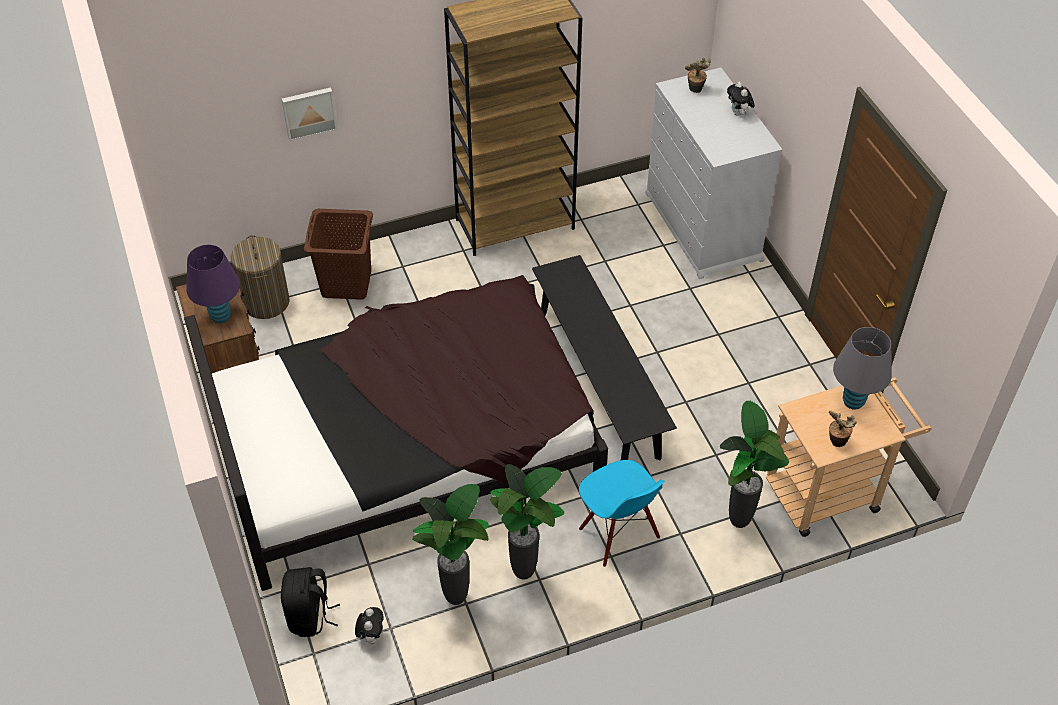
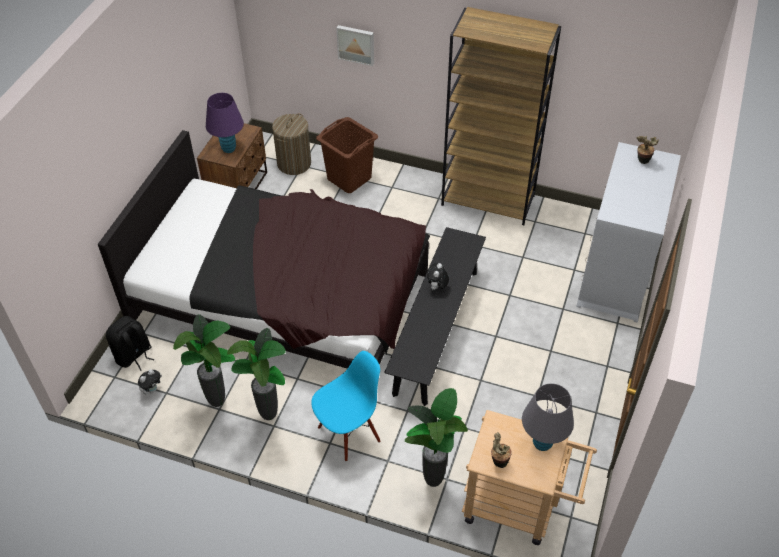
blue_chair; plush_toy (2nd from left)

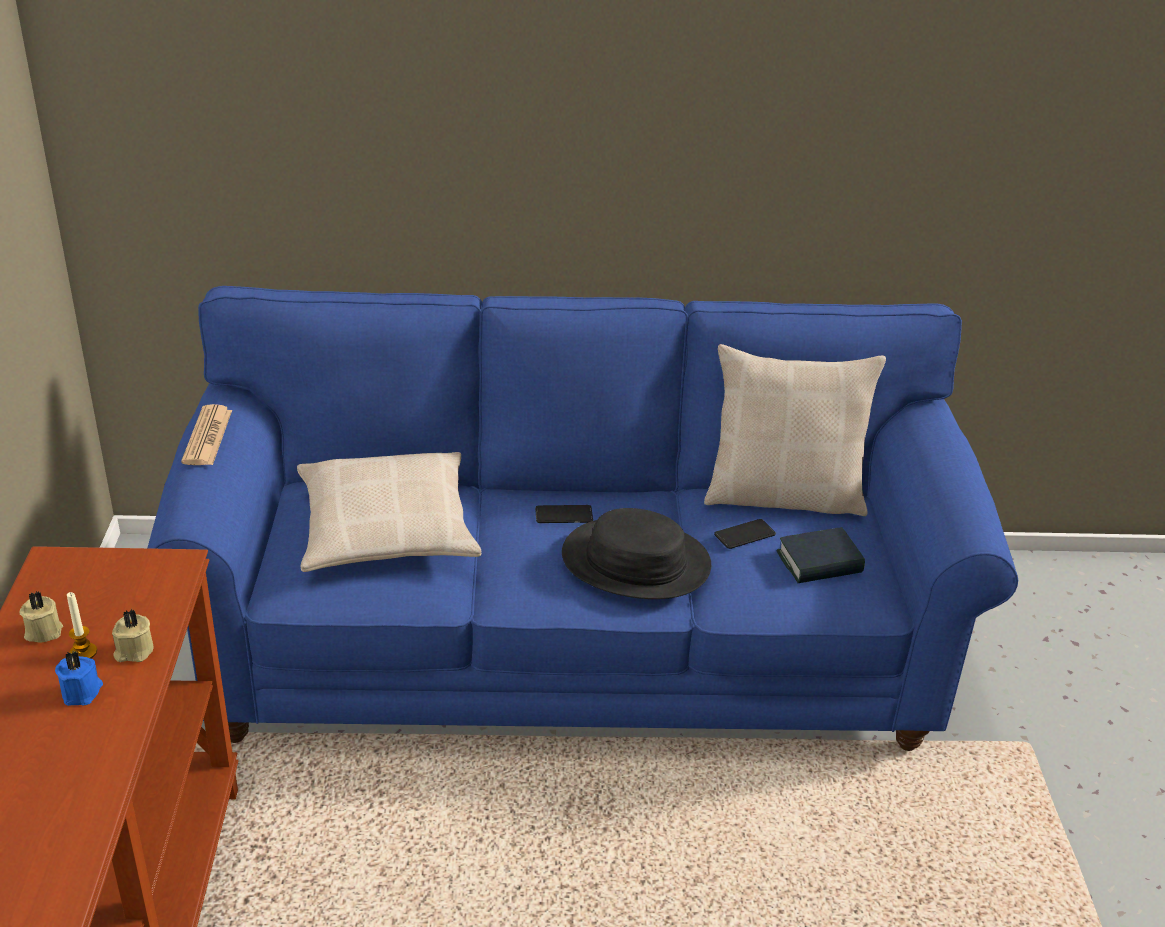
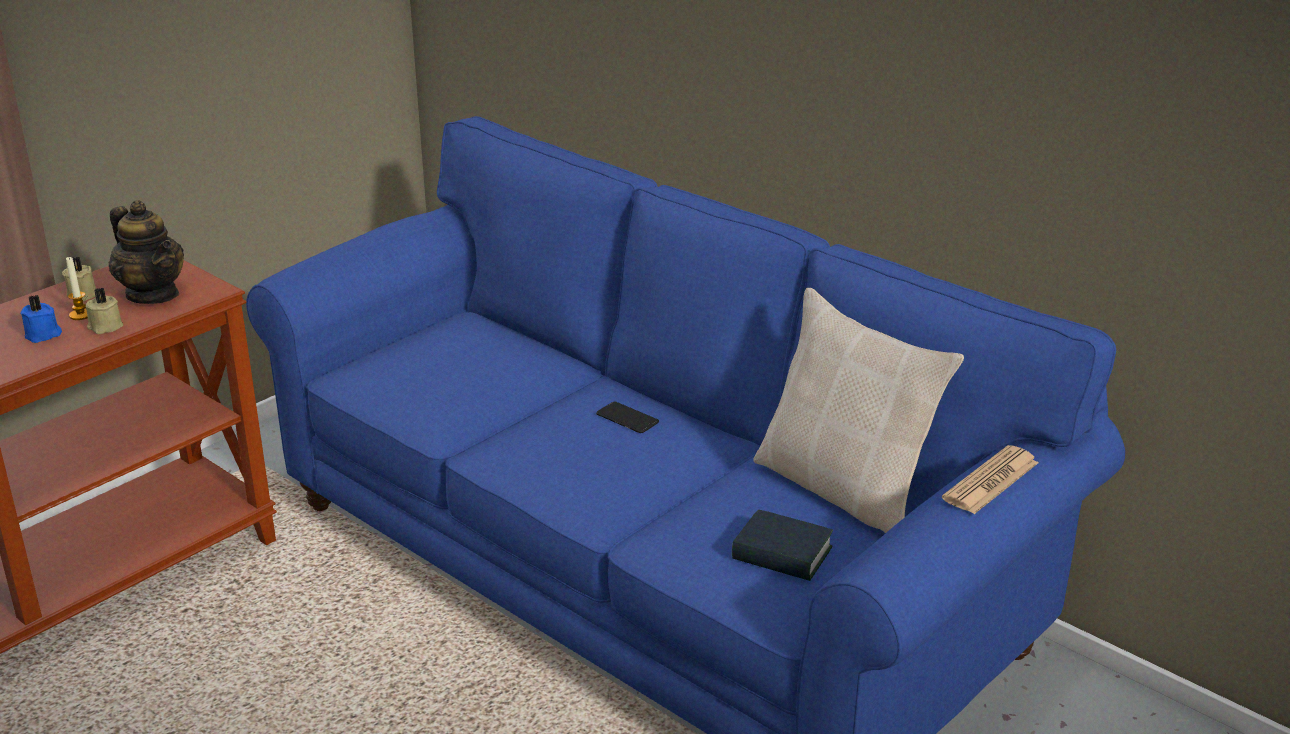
newspaper; beige_pillow (1st from left in the first image); black_hat; phone (2nd from left in the first image); teapot

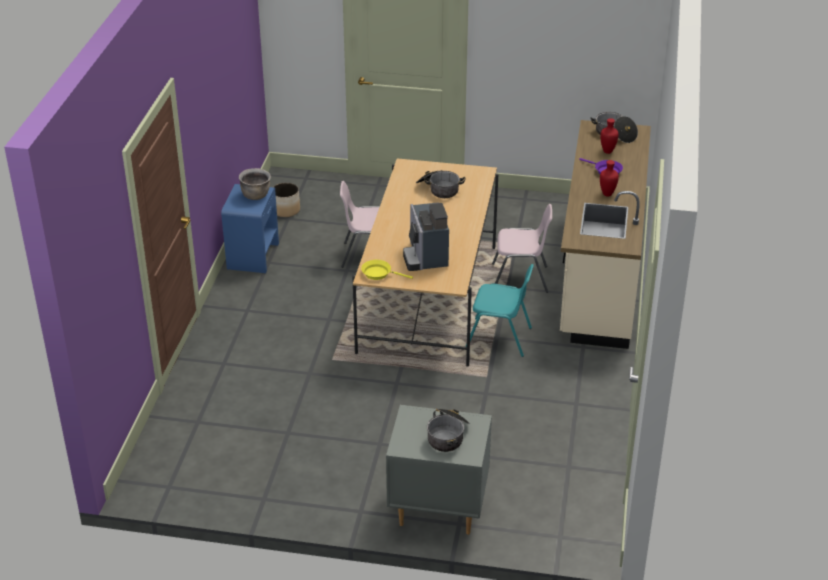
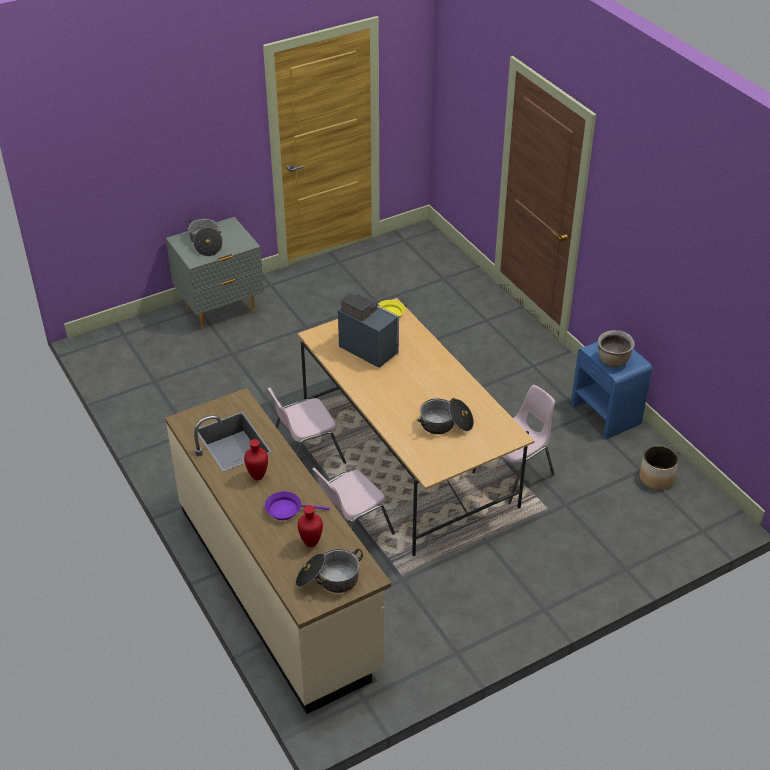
pink_chair (1st from left)

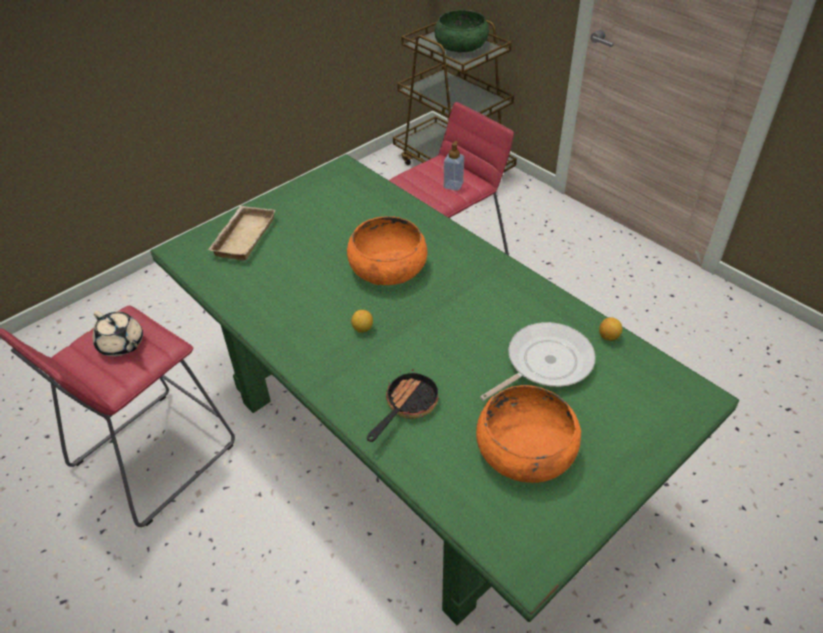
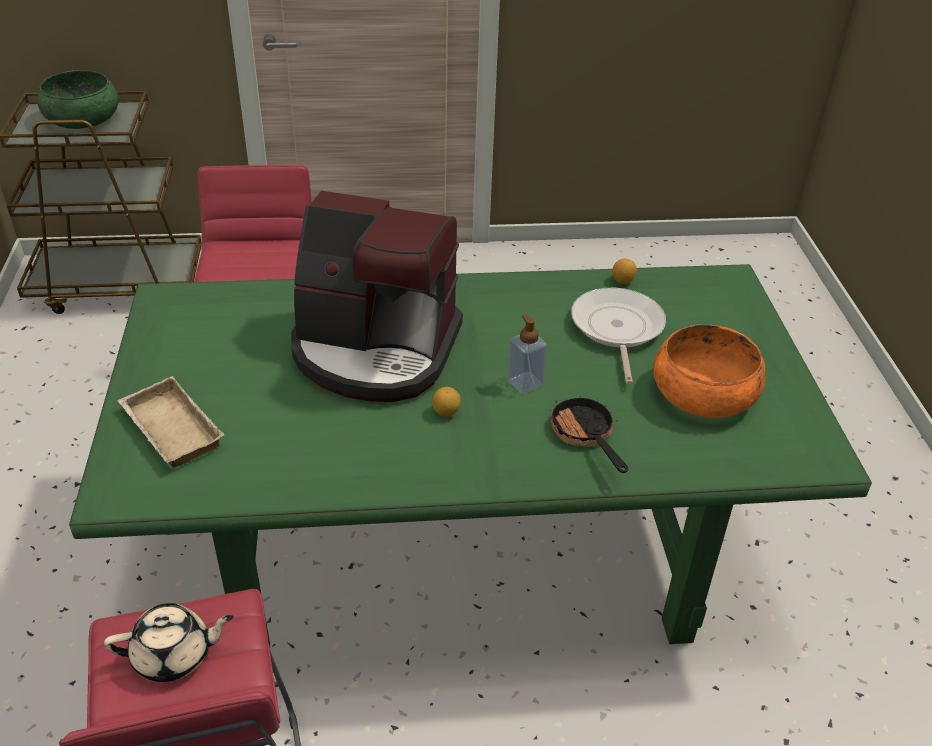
coffee_machine; soap_dispenser

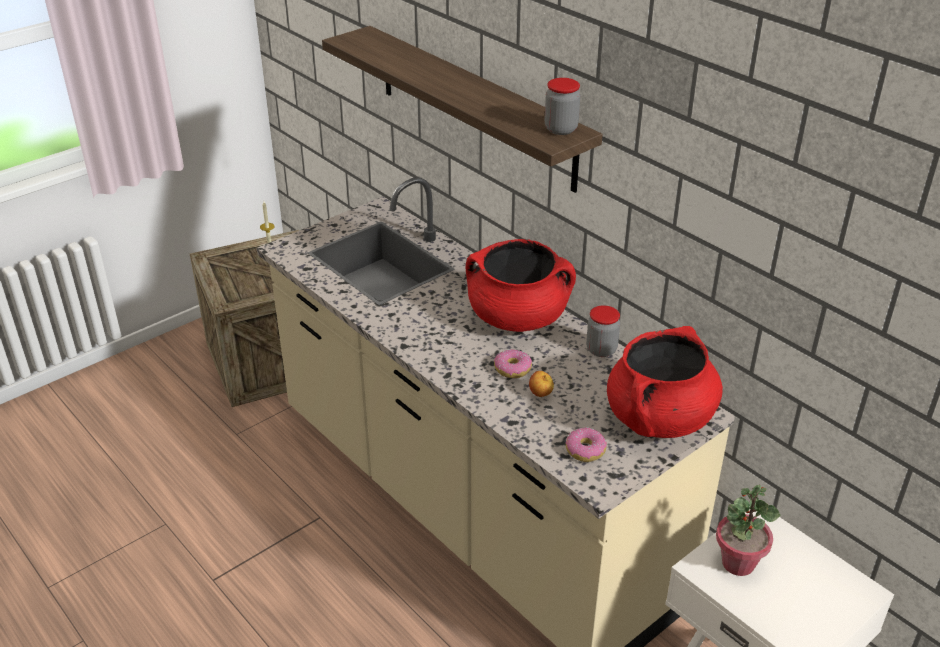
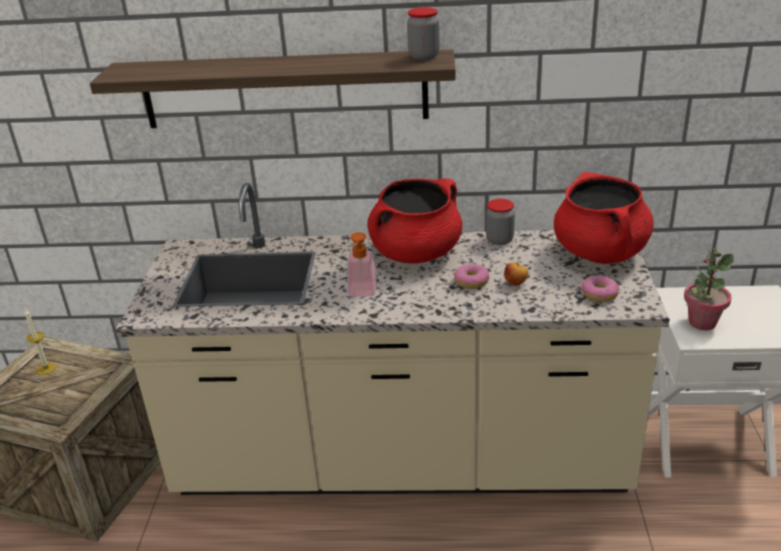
soap_dispenser

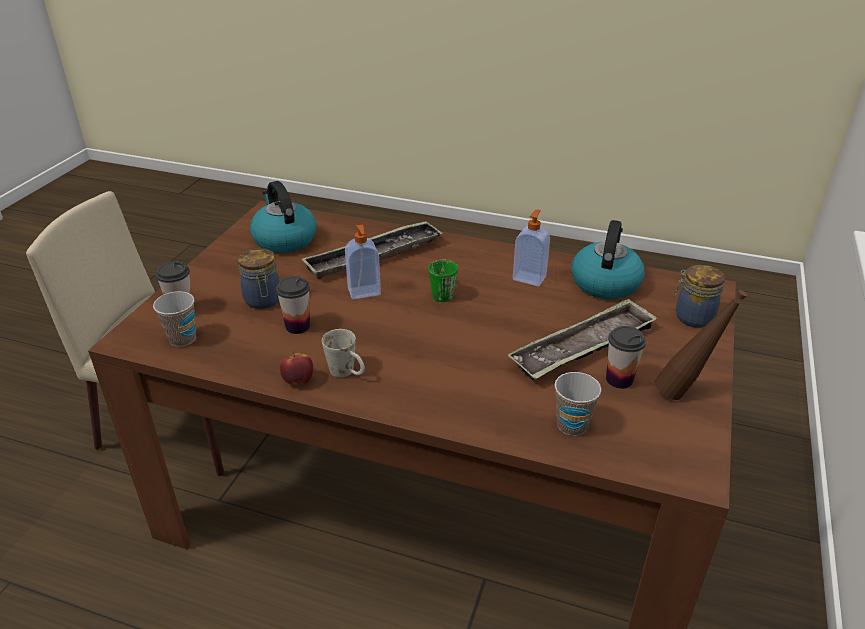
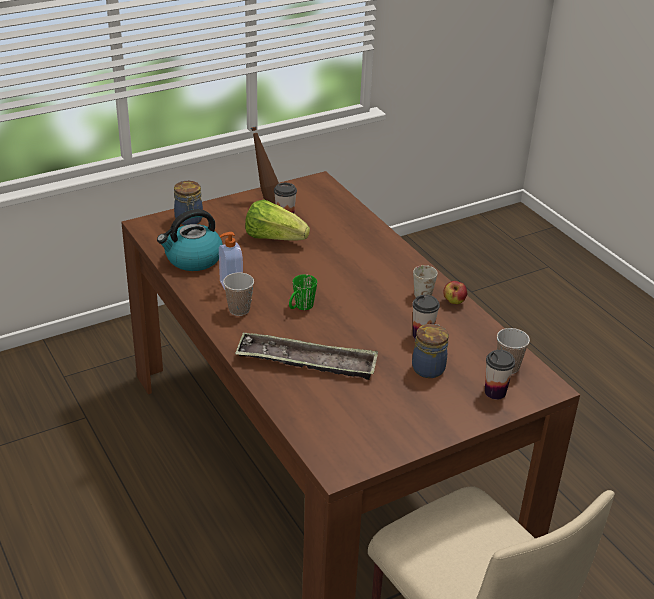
kettle (1st from left in the first image); soap_dispenser (1st from left in the first image); lettuce; cup (1st from left)

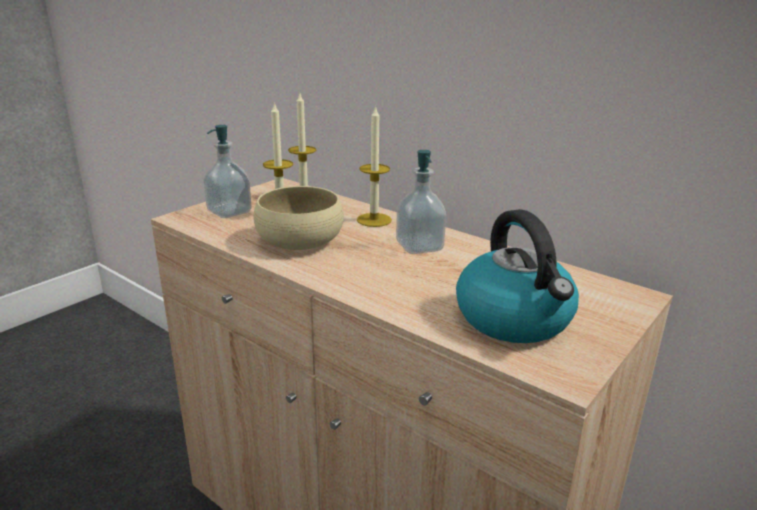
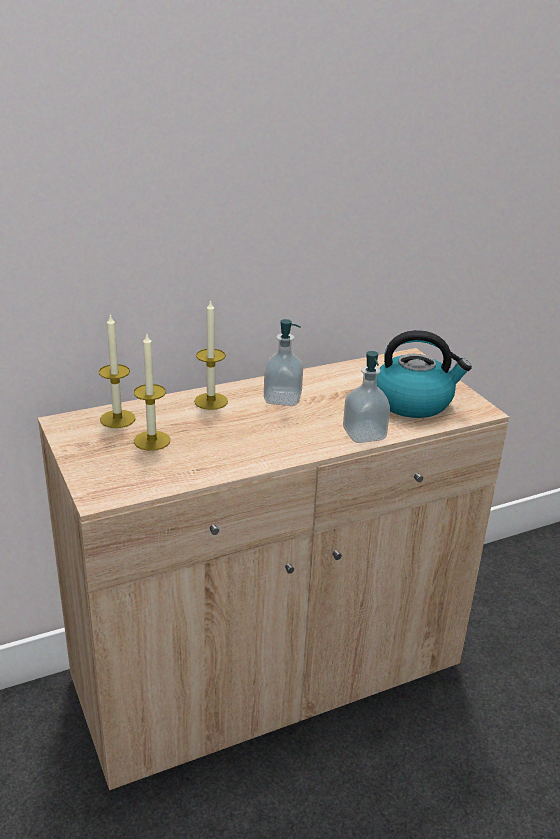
soap_dispenser (2nd from left); beige_bowl

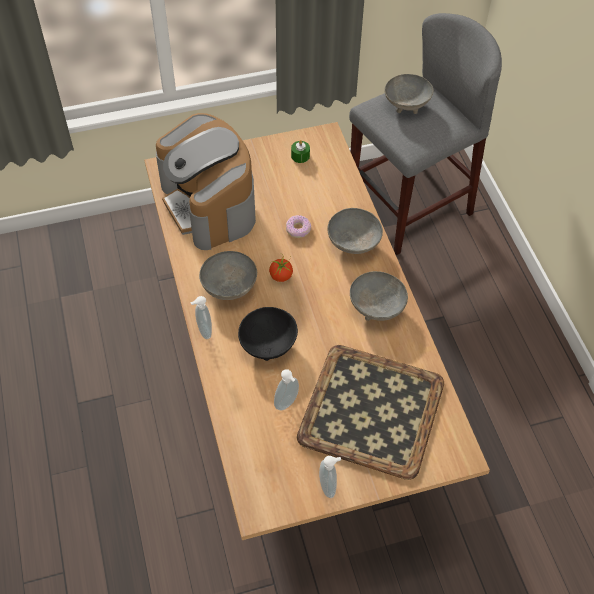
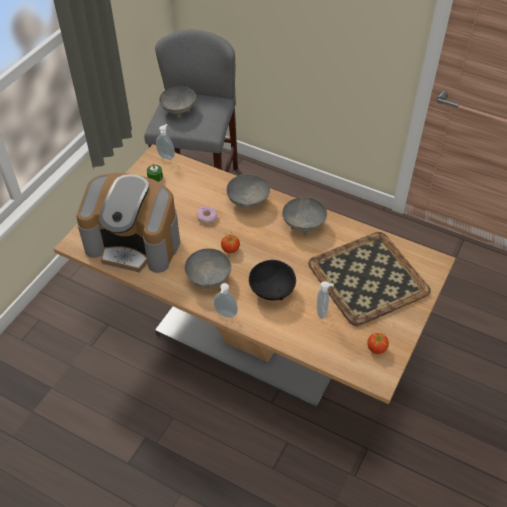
soap_dispenser (1st from left); tomato (2nd from left)

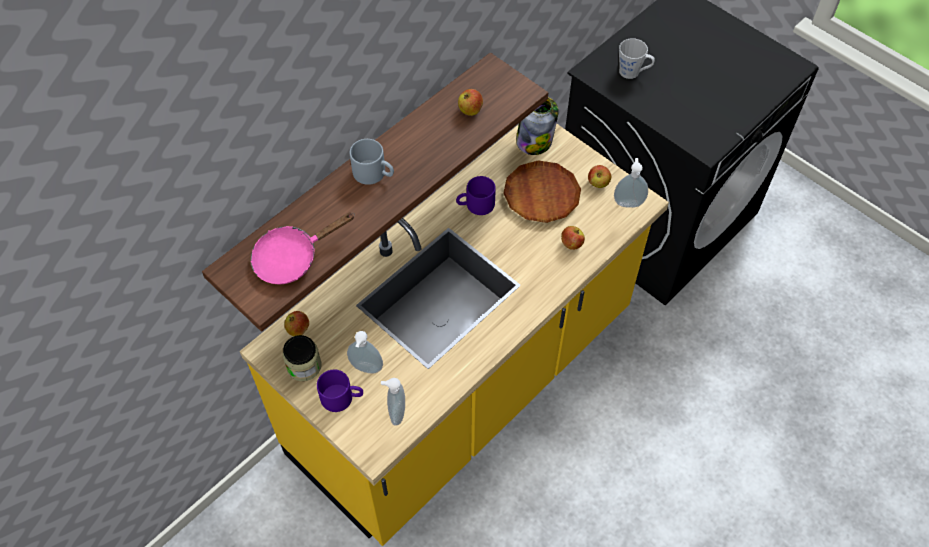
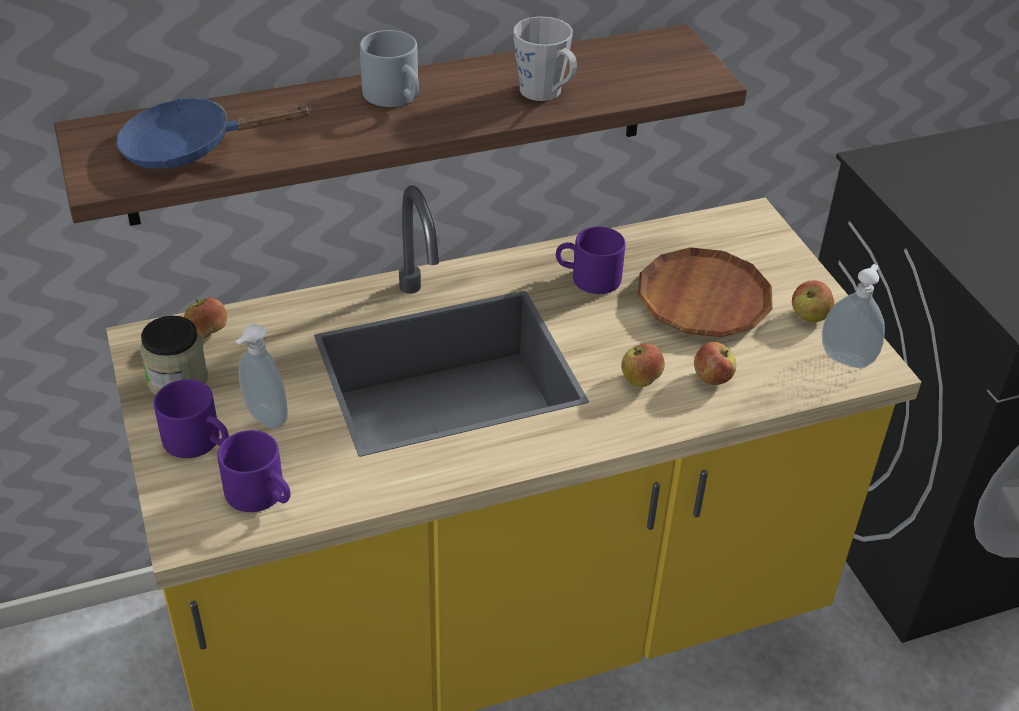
blue_frying_pan; purple_mug (2nd from left); apple (2nd from left); jar (2nd from left in the first image); grey_mug (2nd from left)

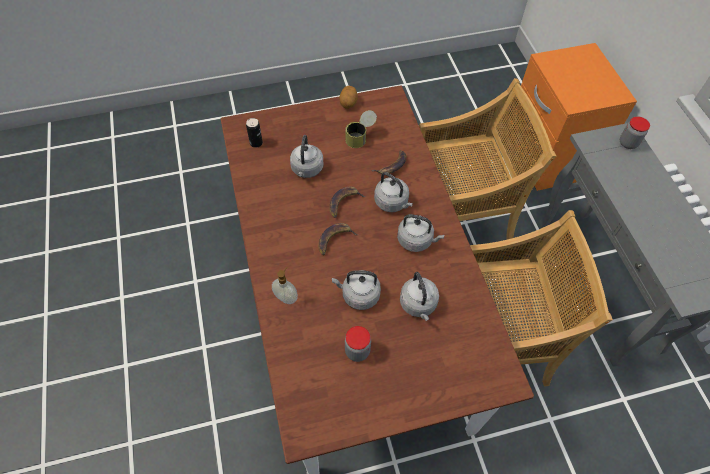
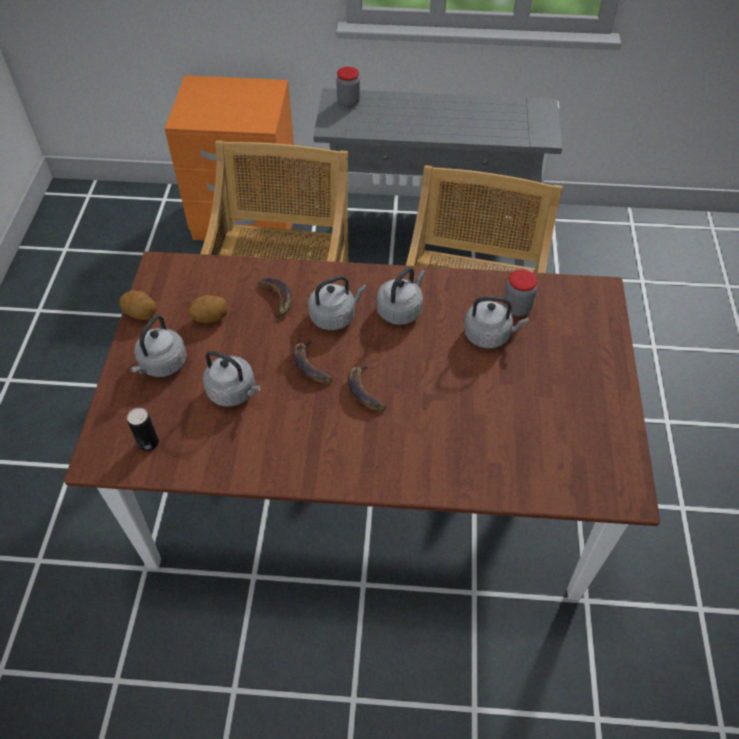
soap_dispenser; grey_kettle (1st from left); potato (2nd from left); jar (2nd from left)

